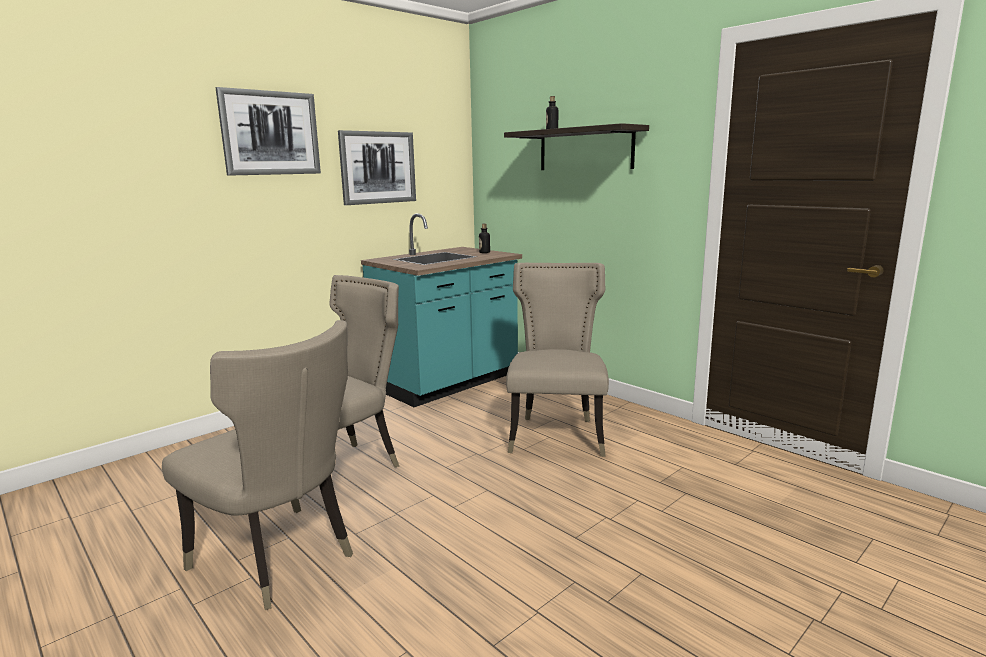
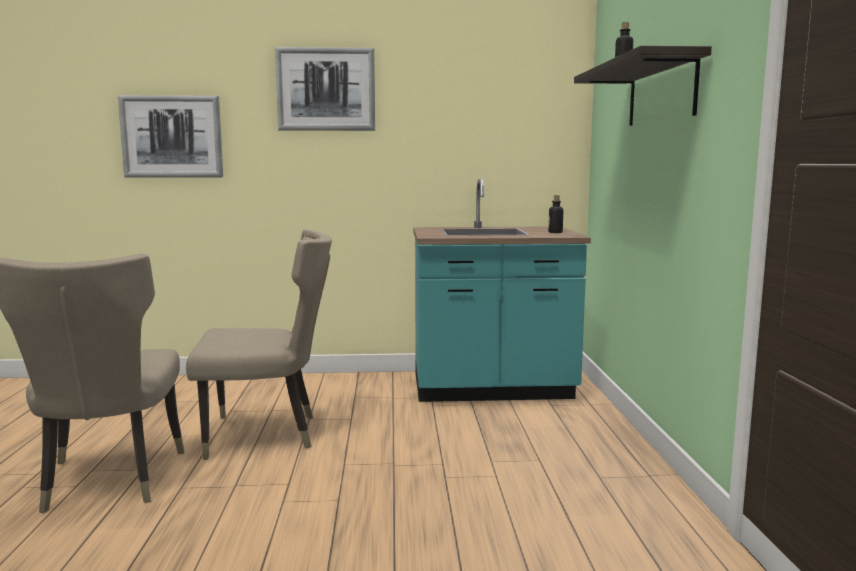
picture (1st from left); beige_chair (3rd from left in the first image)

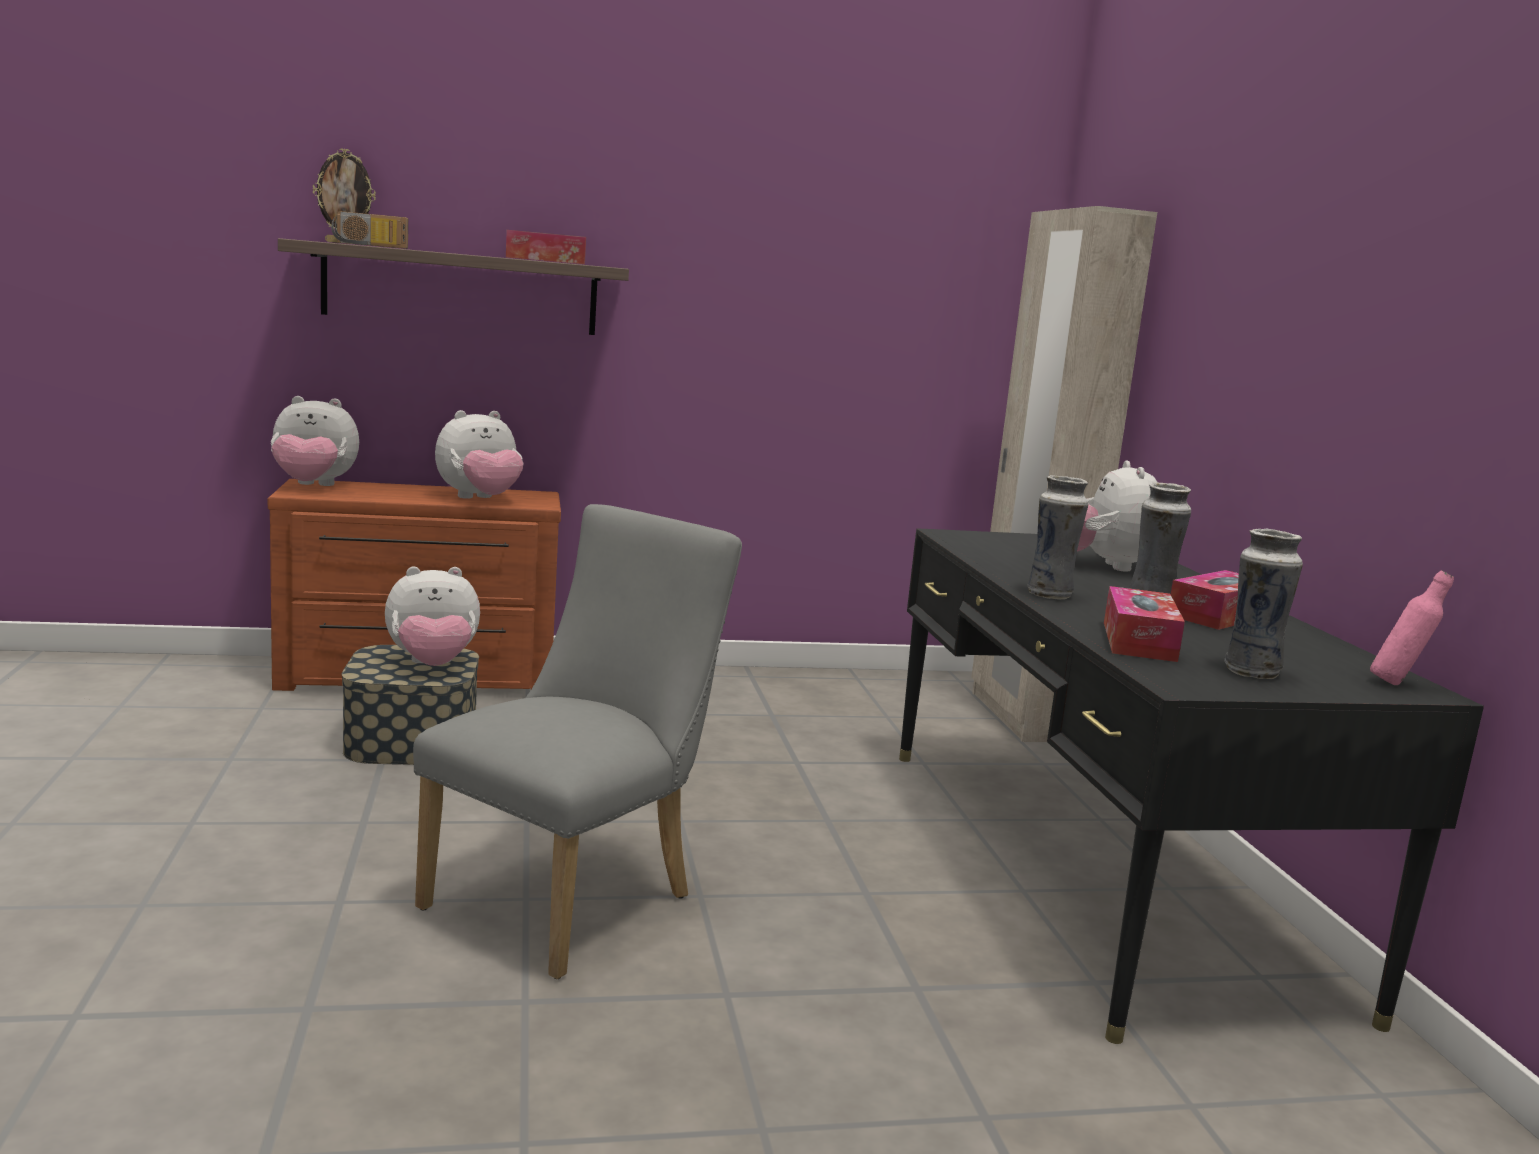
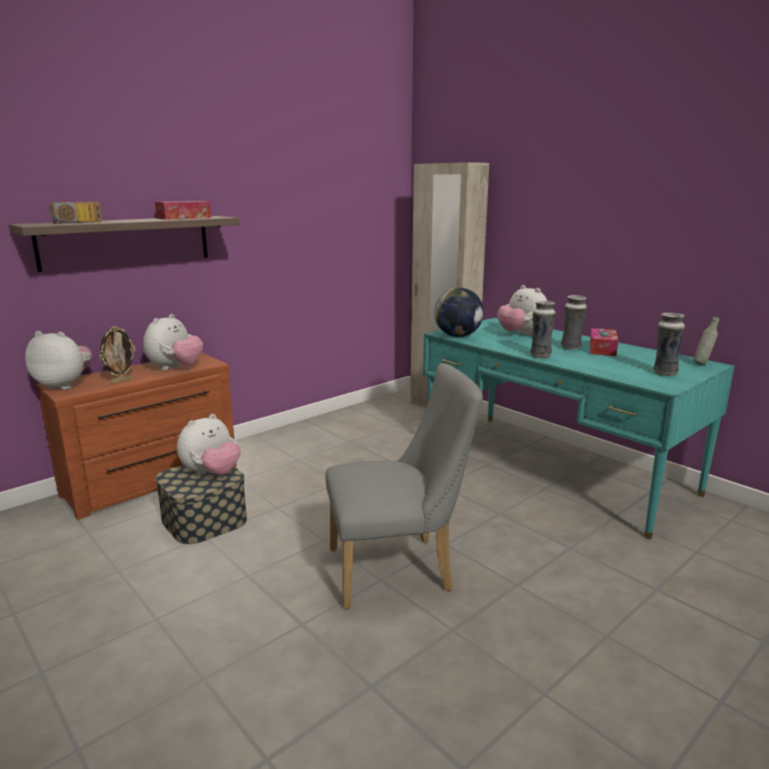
plush_toy (1st from left); picture_frame; grey_chair; turquoise_desk; tissue_box (2nd from left in the first image); grey_bottle; globe

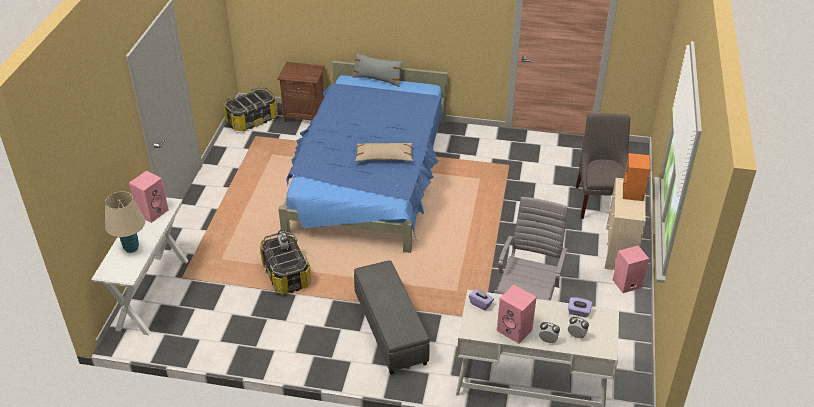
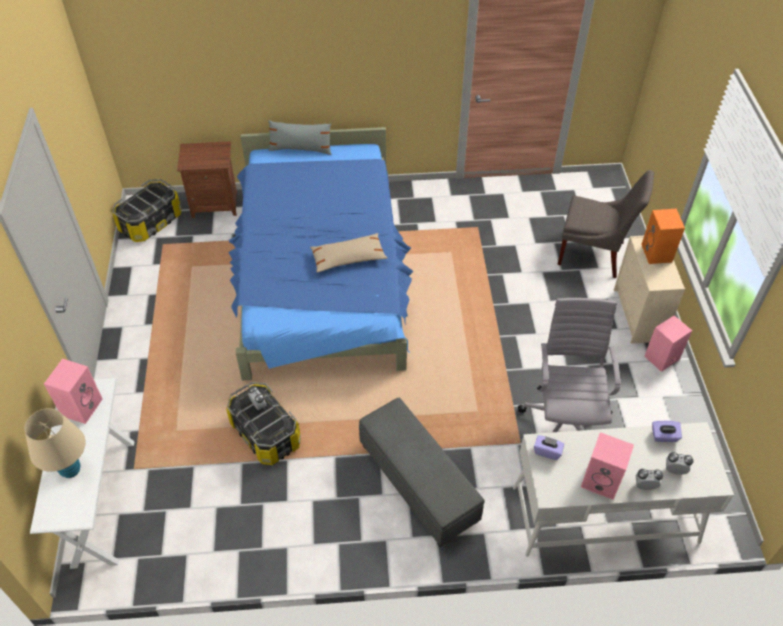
grey_chair

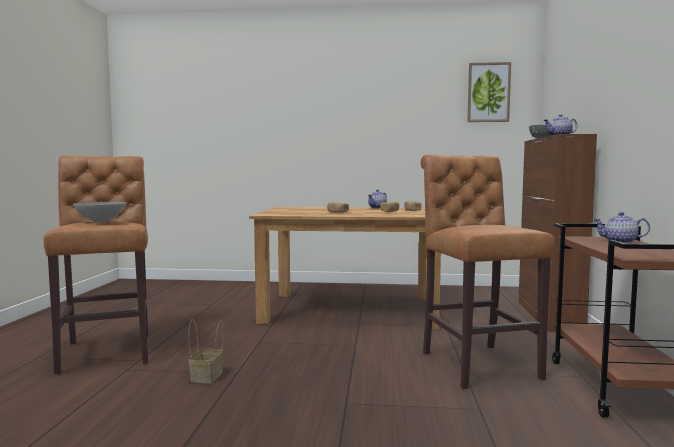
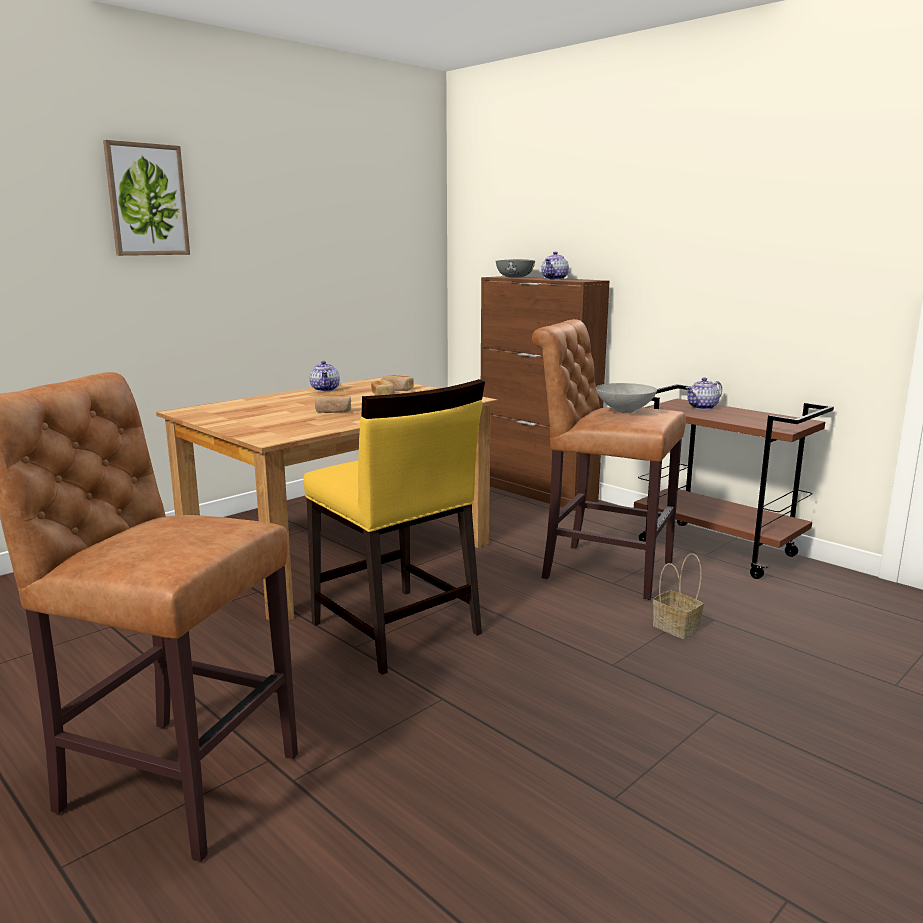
grey_bowl (2nd from left); basket; picture; yellow_chair

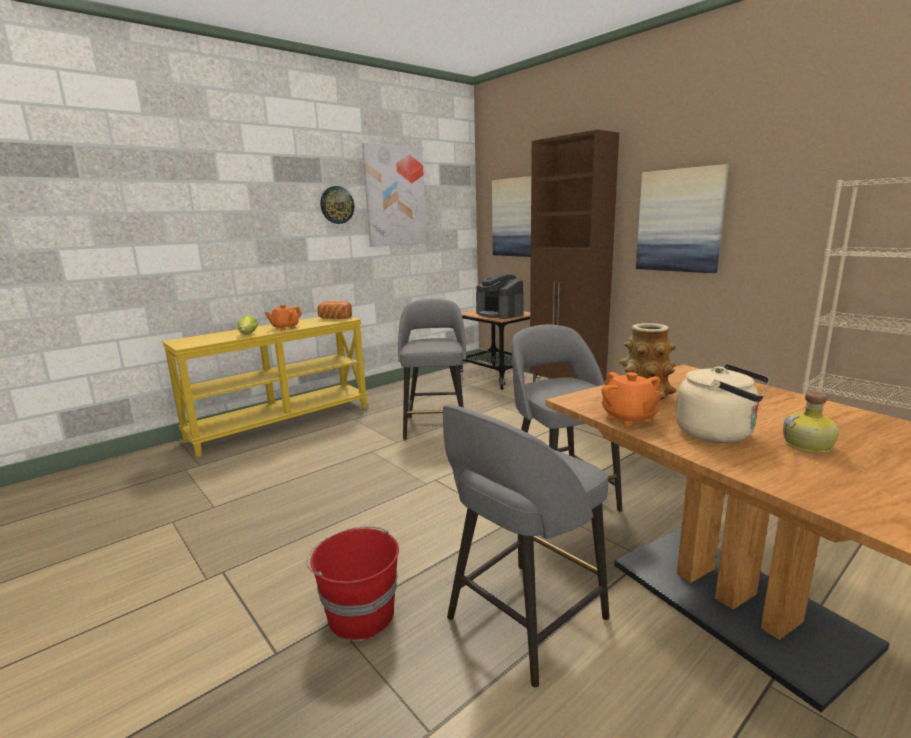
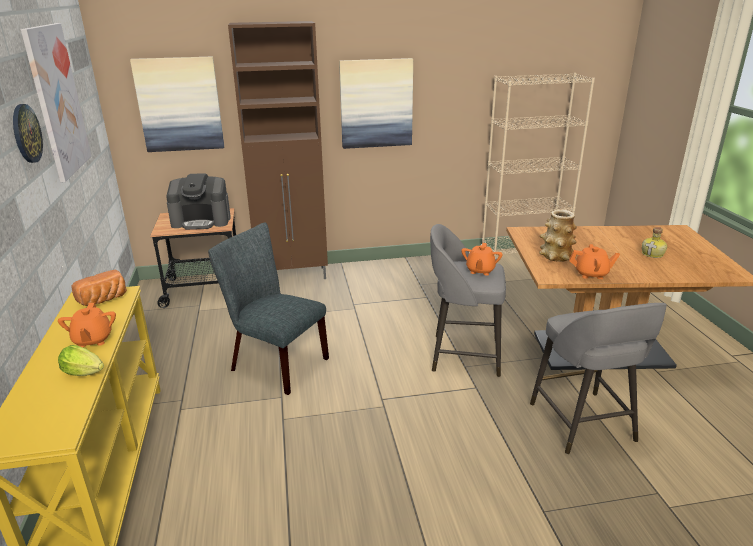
red_bucket; grey_chair; beige_kettle; orange_teapot (2nd from left)

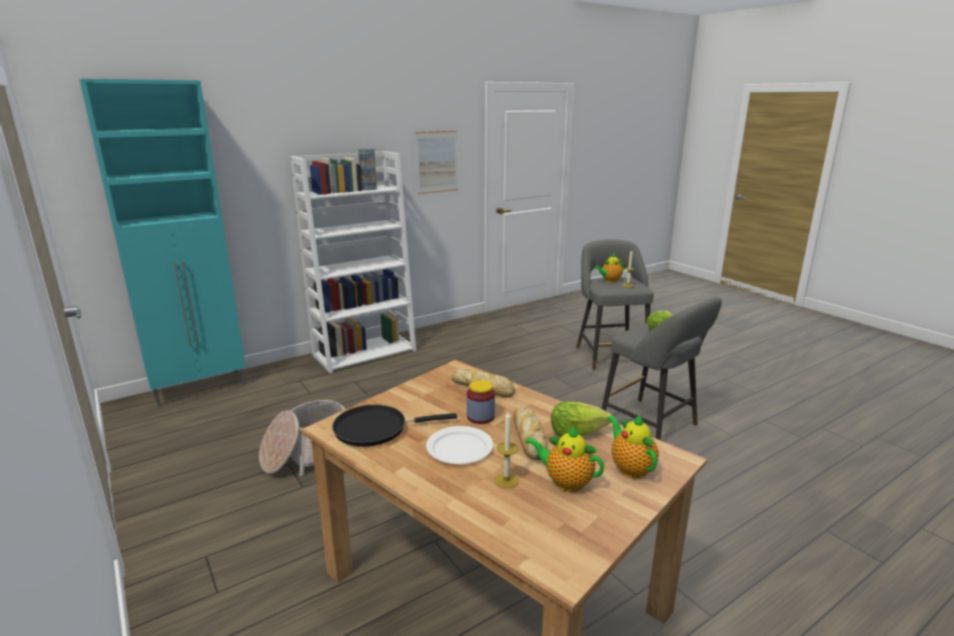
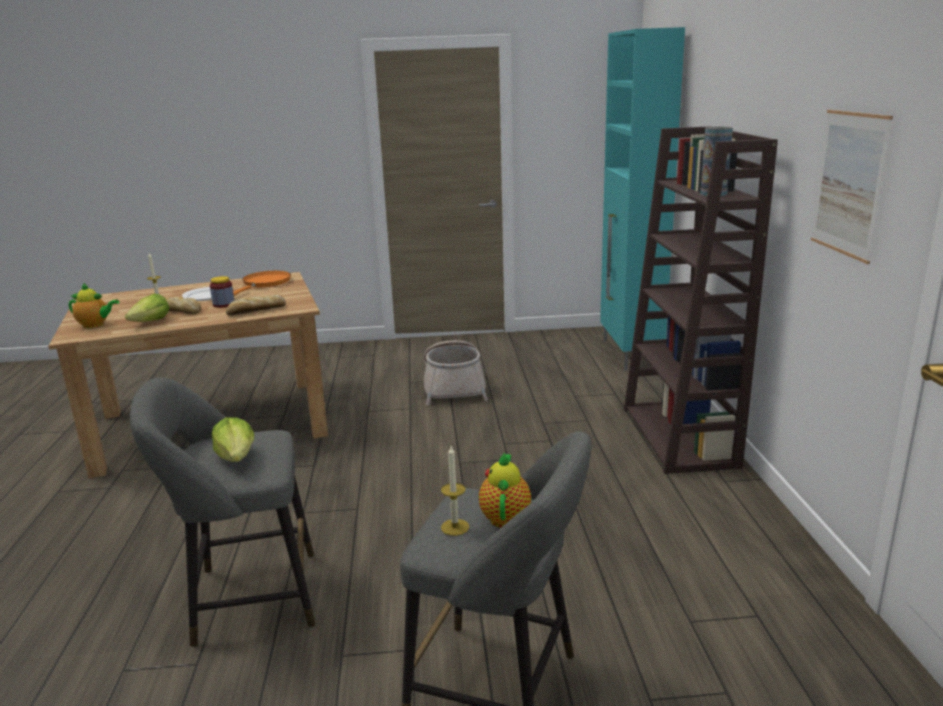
brown_bookcase; orange_frying_pan; teapot (1st from left in the first image)

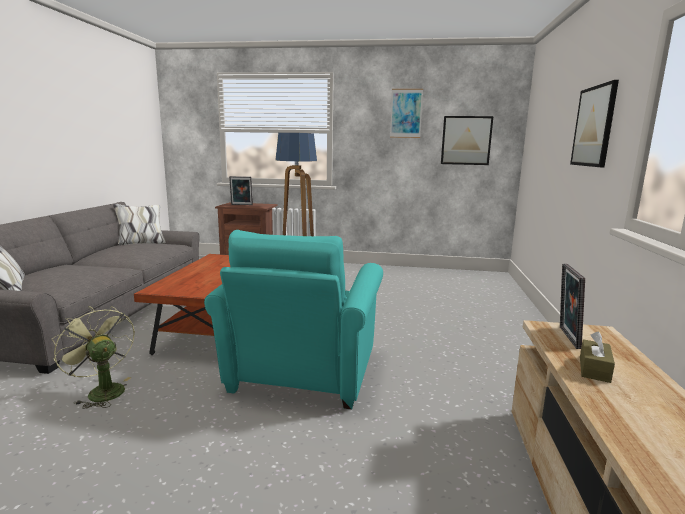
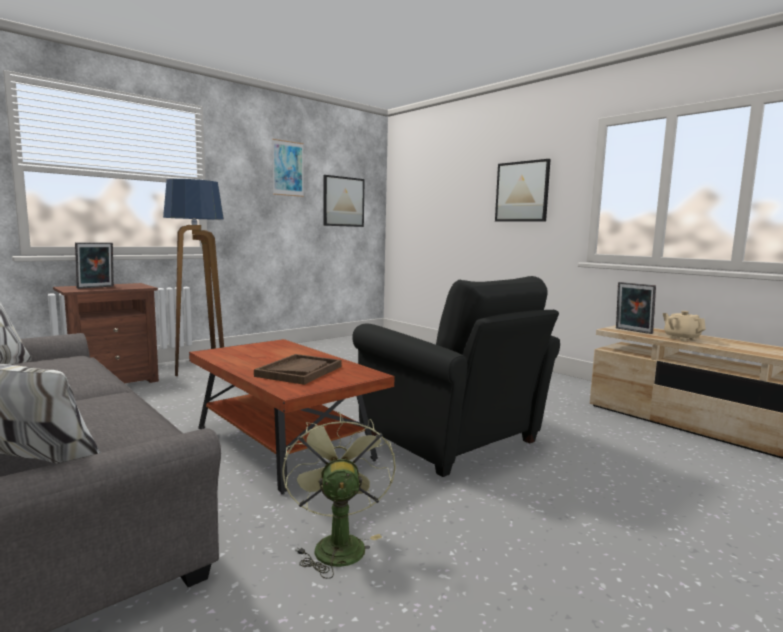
green_fan; black_armchair; beige_teapot; brown_tray

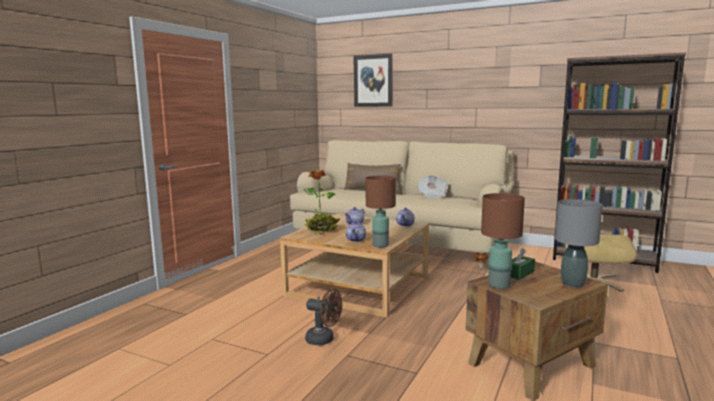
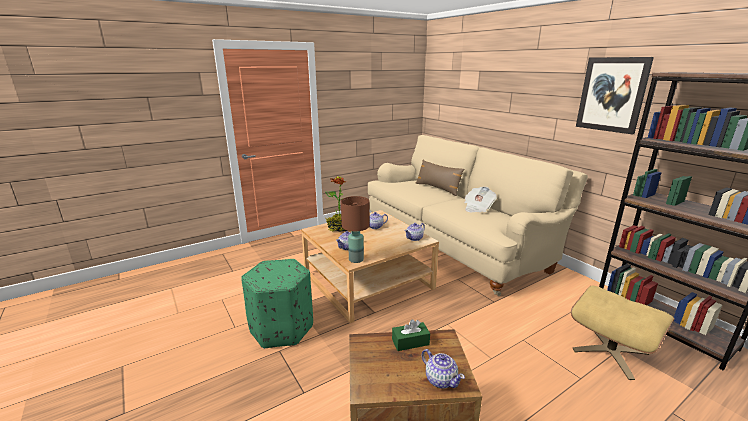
green_ottoman; picture; brown_table_lamp (2nd from left in the first image); teapot (4th from left)

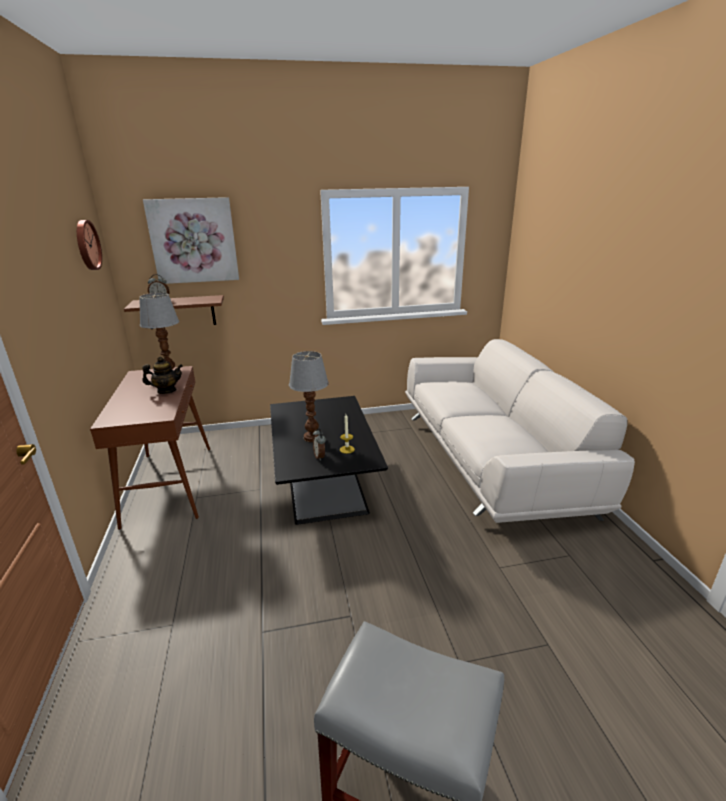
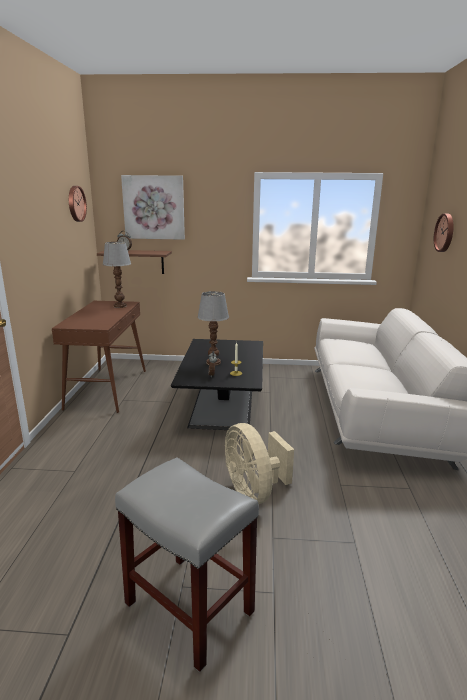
teapot; beige_fan; wall_clock (2nd from left)

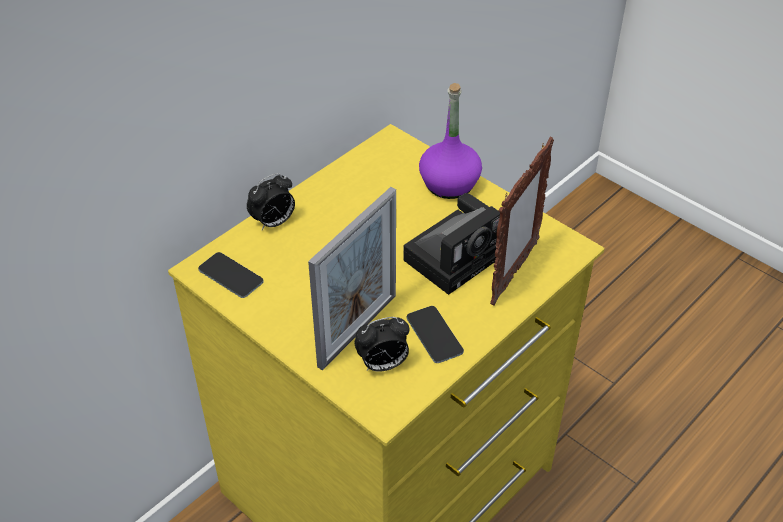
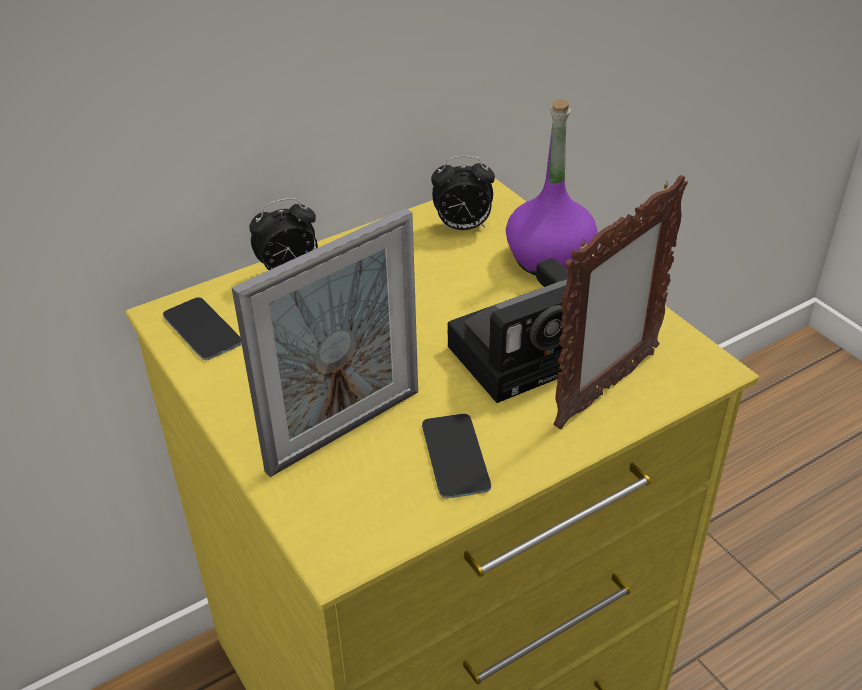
alarm_clock (2nd from left)

